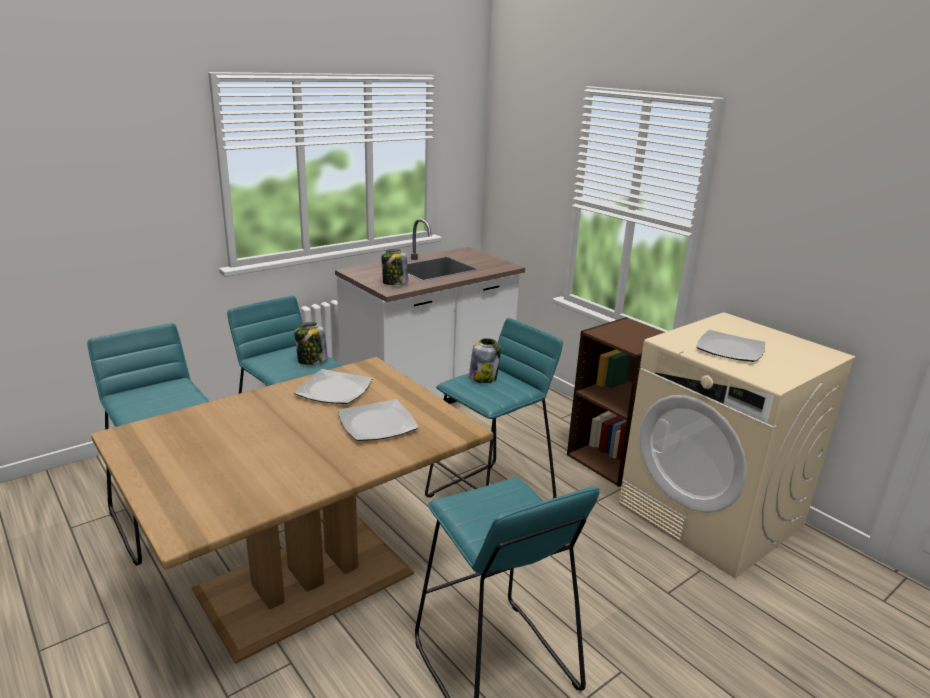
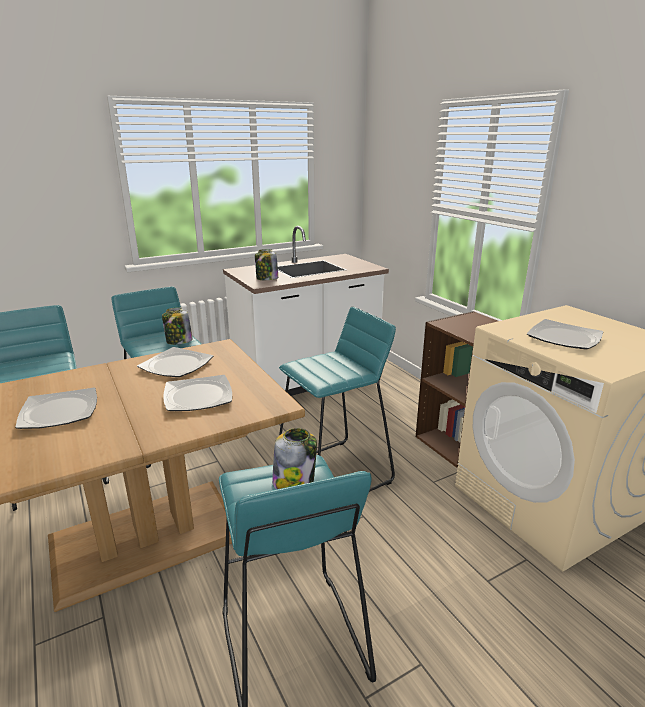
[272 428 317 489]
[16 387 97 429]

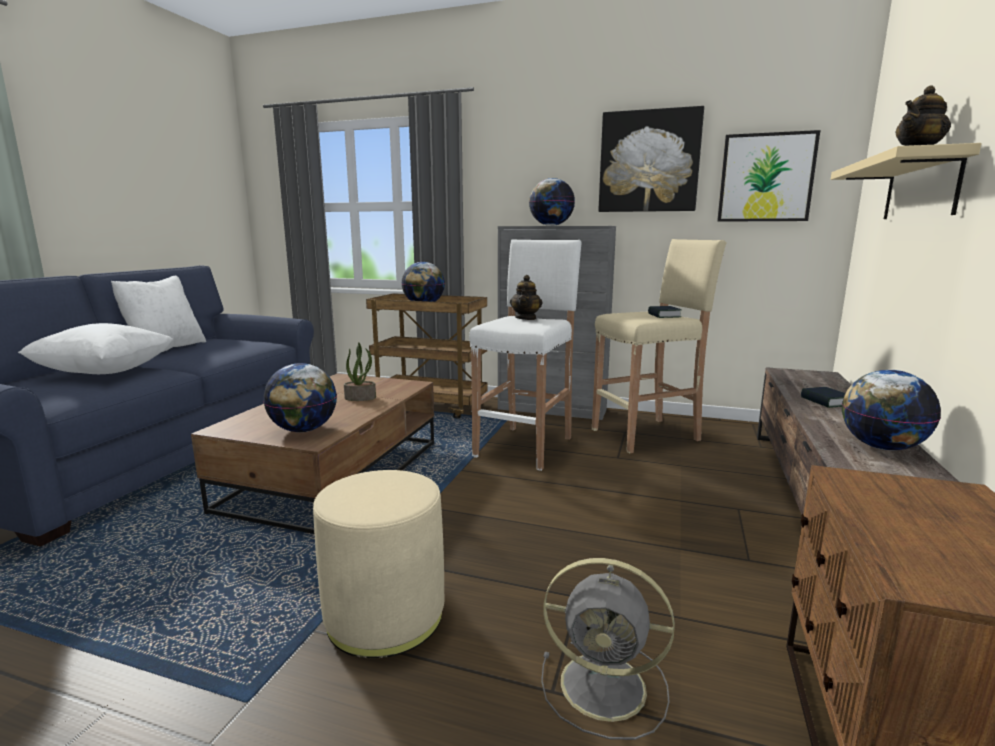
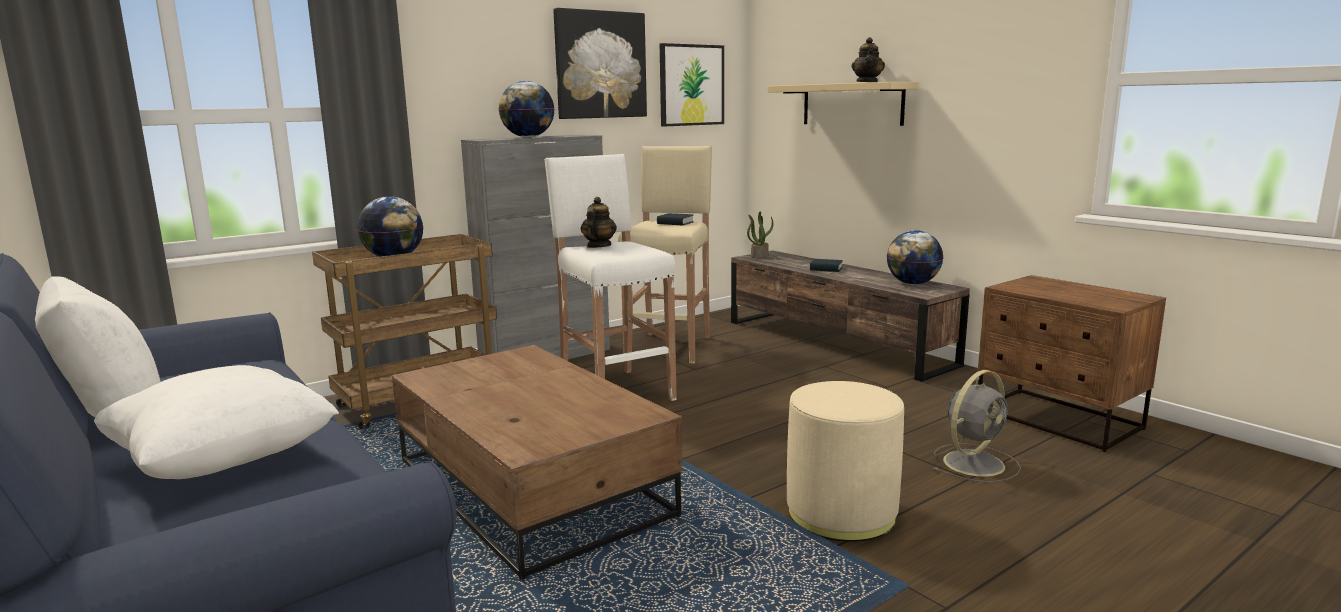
[263 363 337 432] (first image)
[747 211 773 258]
[581 197 617 248]

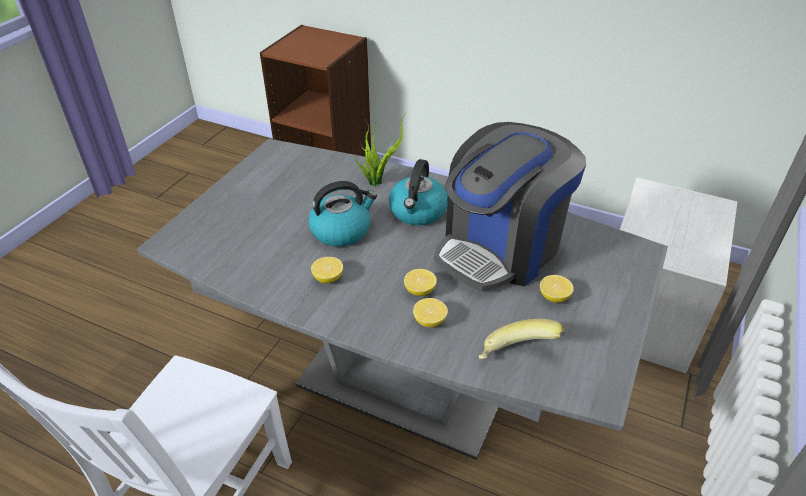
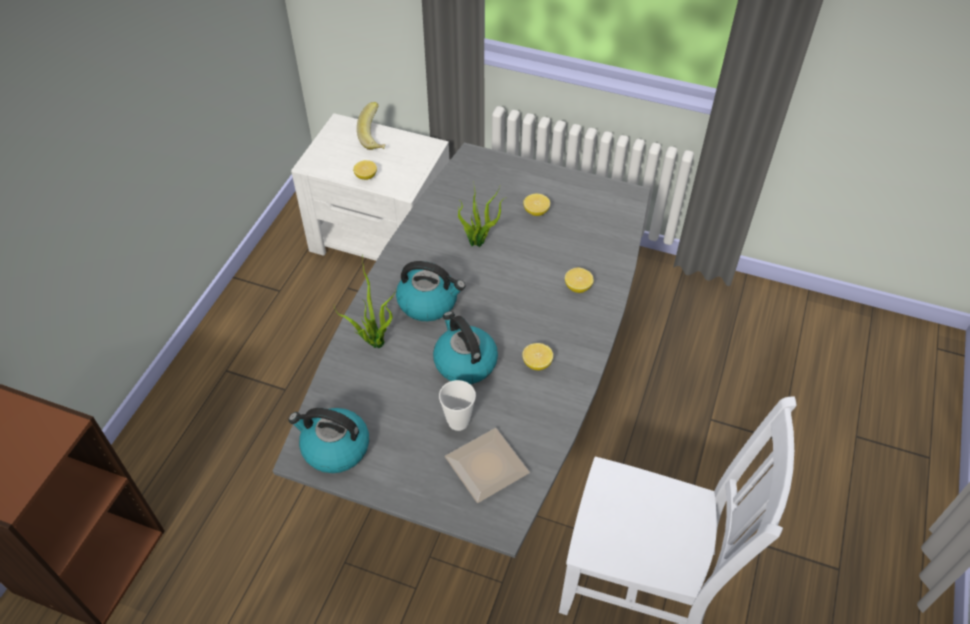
[353 160 377 180]
[458 181 507 247]
[357 102 385 150]
[288 408 369 473]
[439 380 476 431]
[445 428 530 503]

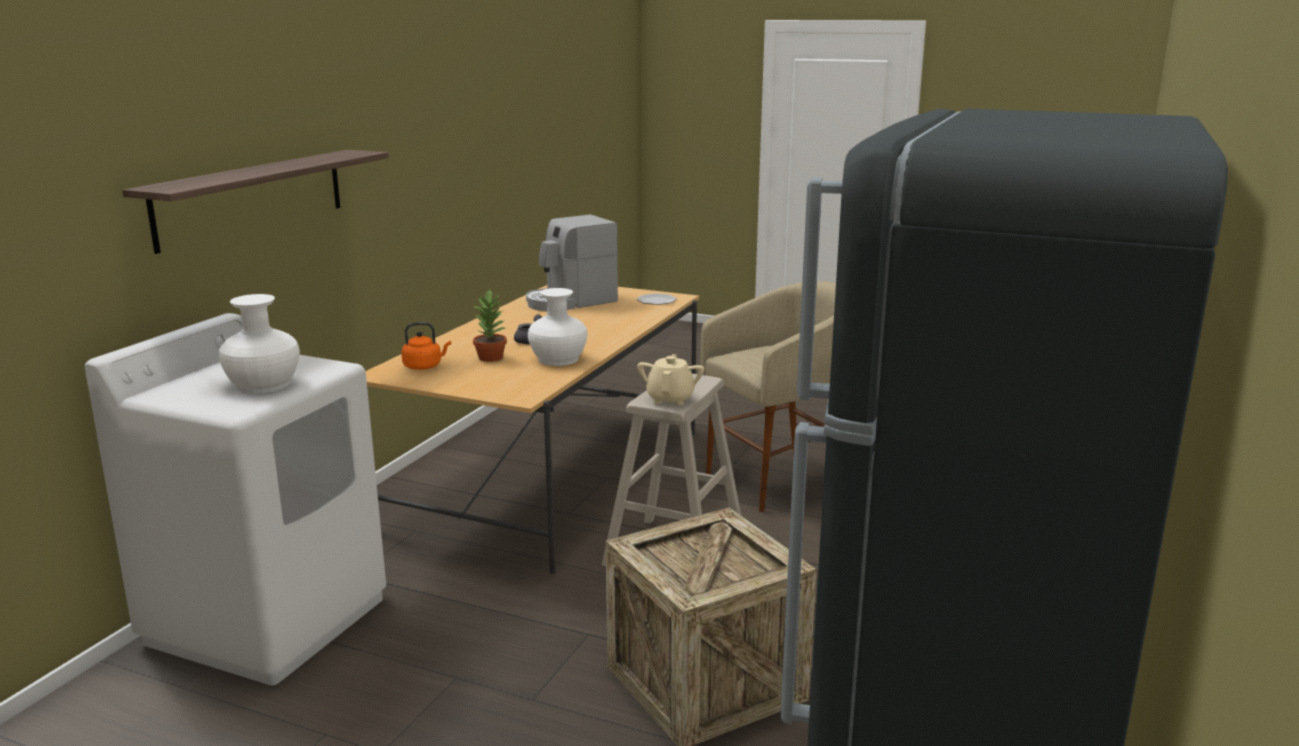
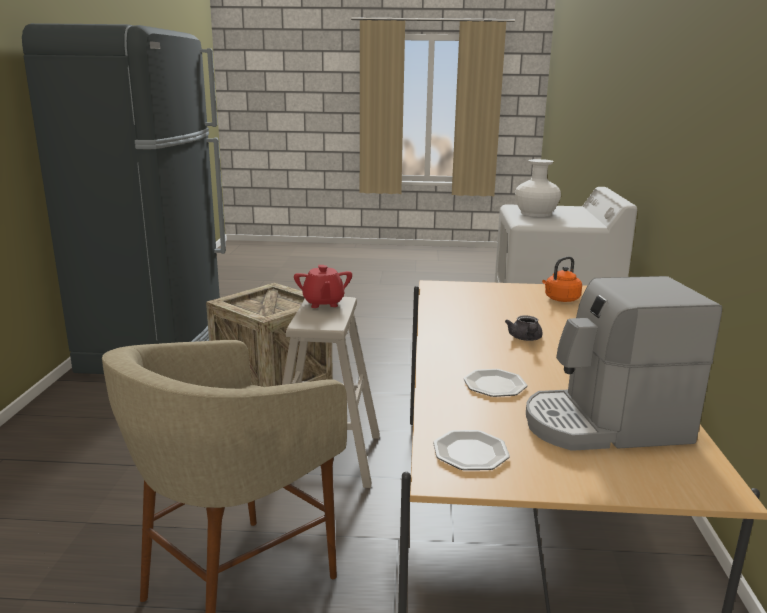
[122 150 389 254] (first image)
[473 289 507 362] (first image)
[526 276 722 451]
[528 288 588 366] (first image)
[294 265 352 308]
[463 369 527 397]

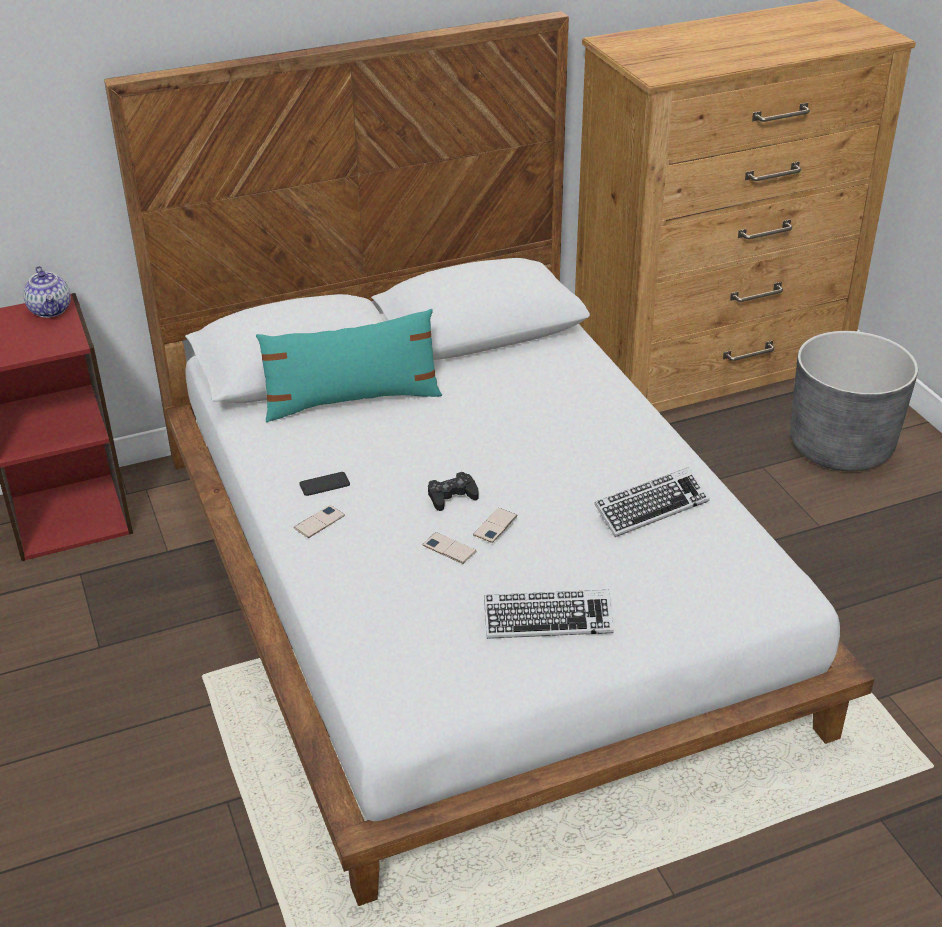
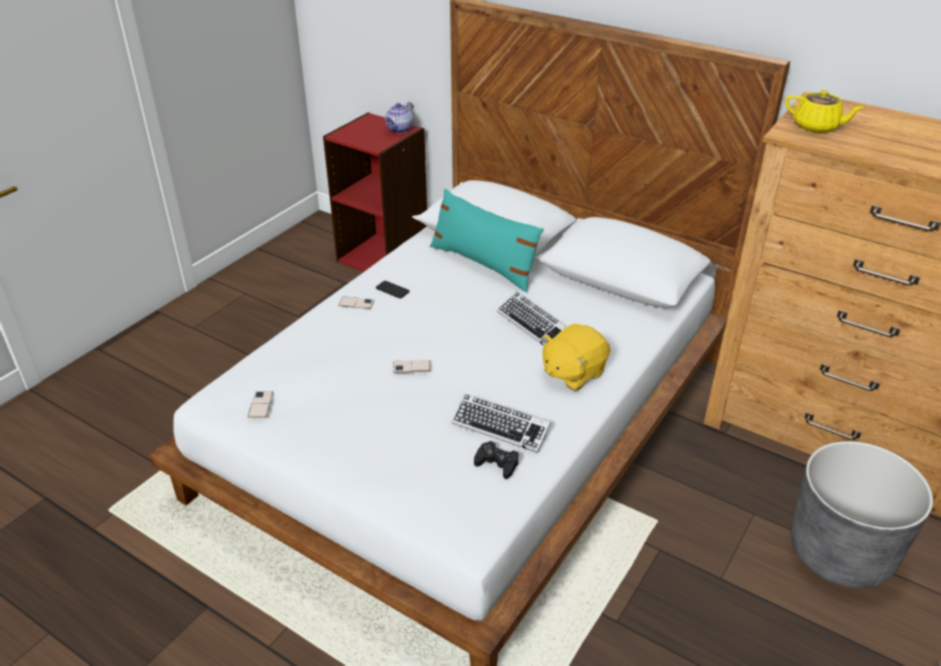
[248 391 273 418]
[474 441 519 479]
[497 292 567 346]
[542 323 610 391]
[785 90 865 133]

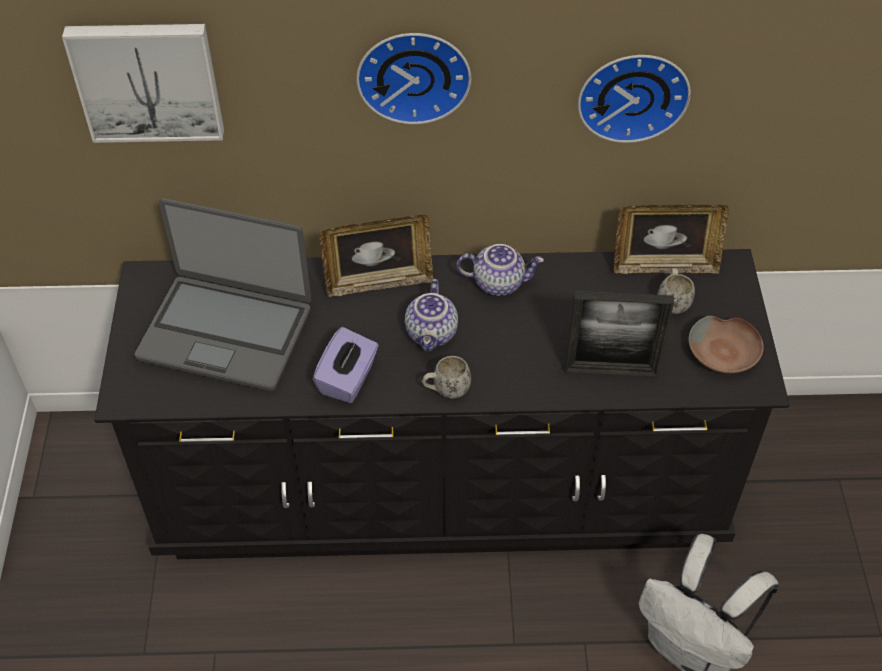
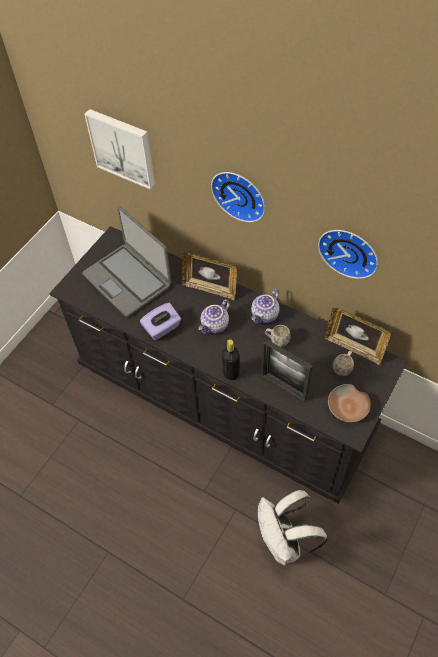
[265 325 290 347]
[251 289 280 324]
[222 339 240 380]

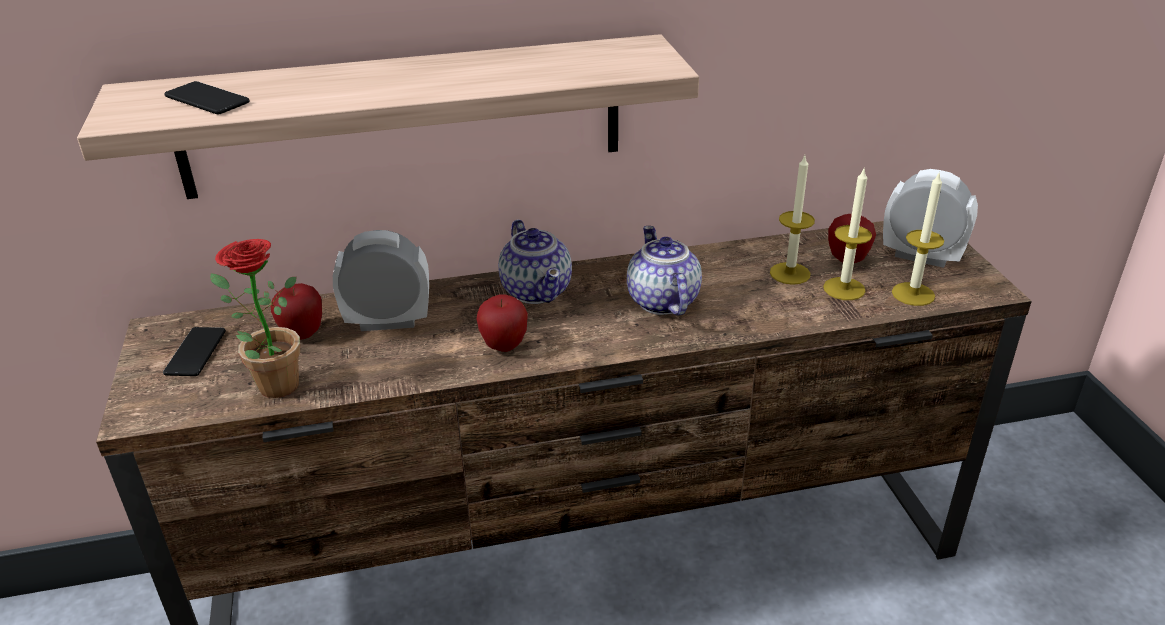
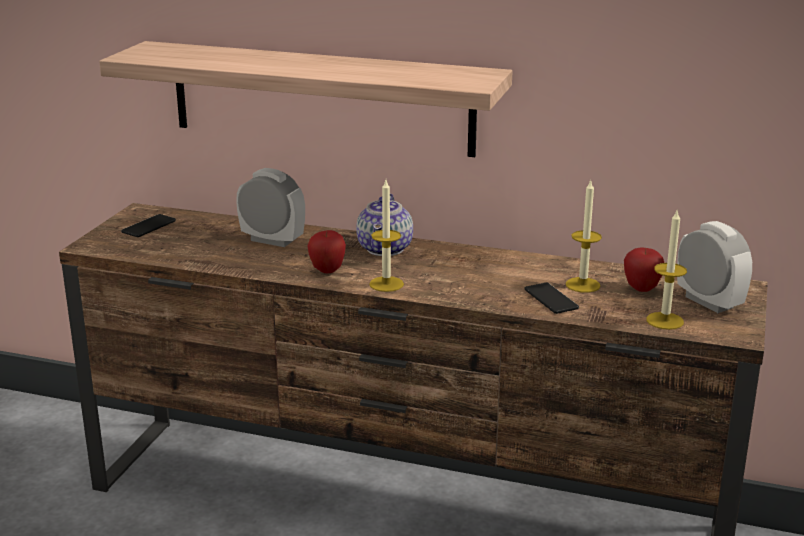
[524 283 579 314]
[210 239 300 398] (first image)
[271 283 322 339] (first image)
[627 226 702 316] (first image)
[369 180 404 292]

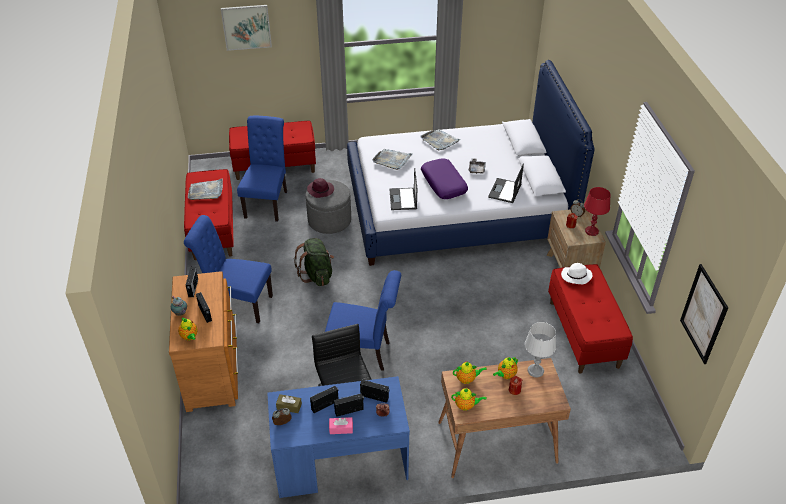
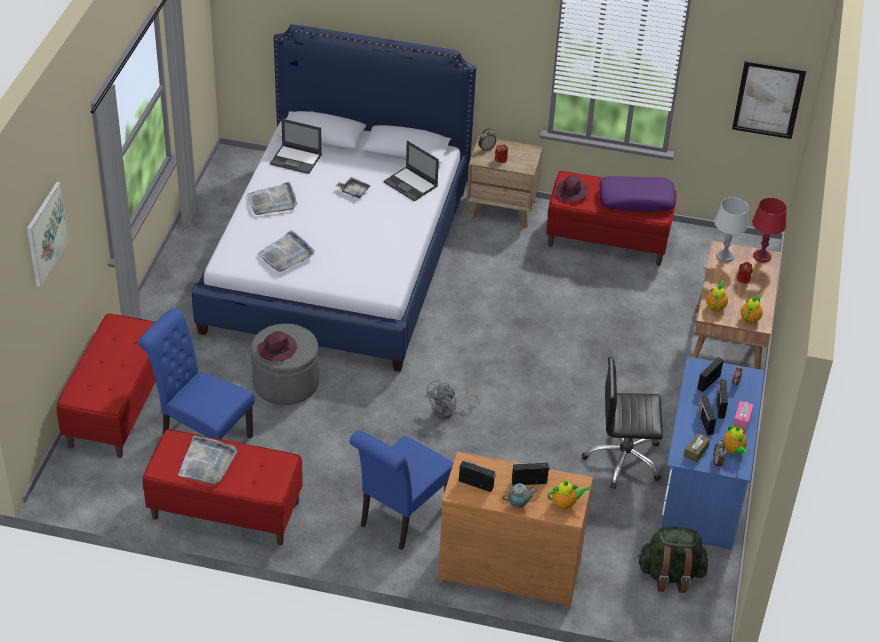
[637 527 709 593]
[325 270 401 371] (first image)
[270 119 322 174]
[599 176 676 212]
[723 424 748 455]
[555 175 588 202]
[752 198 787 263]
[424 379 479 419]

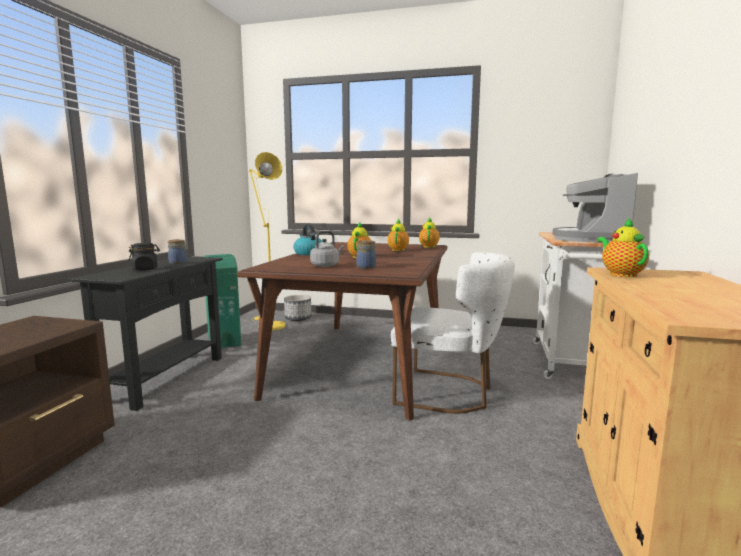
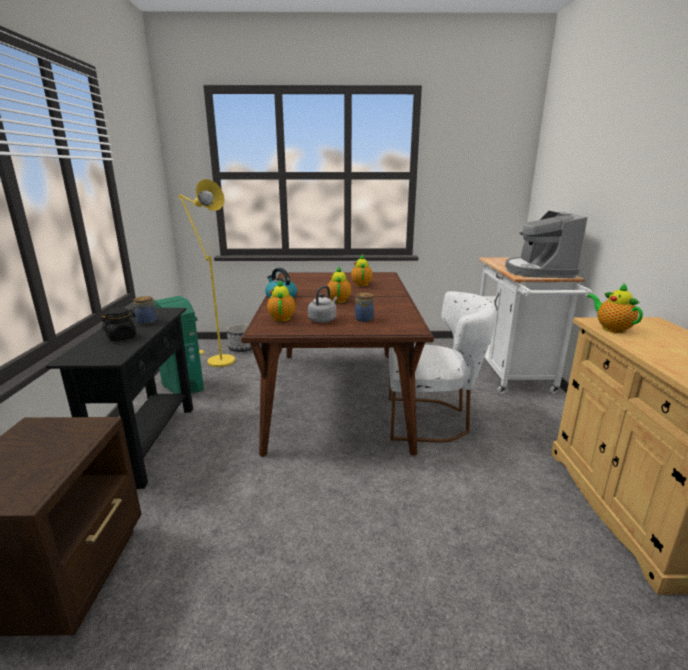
[267 280 295 322]

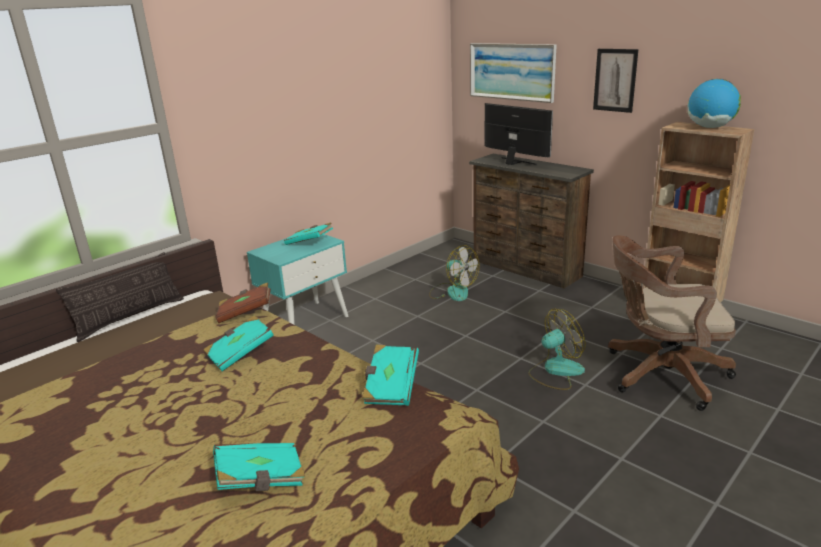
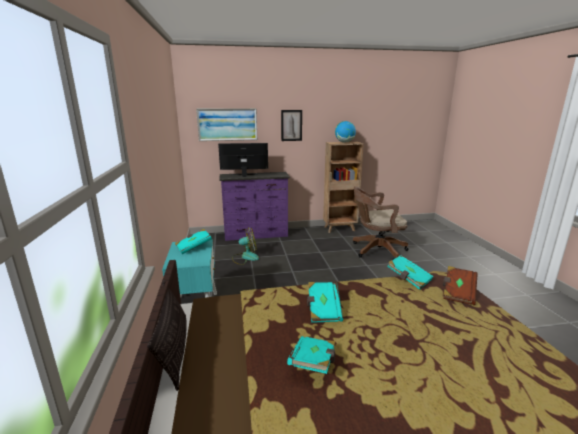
[287 336 336 374]
[443 266 478 305]
[219 172 290 241]
[528 309 586 390] (first image)
[353 186 408 260]

